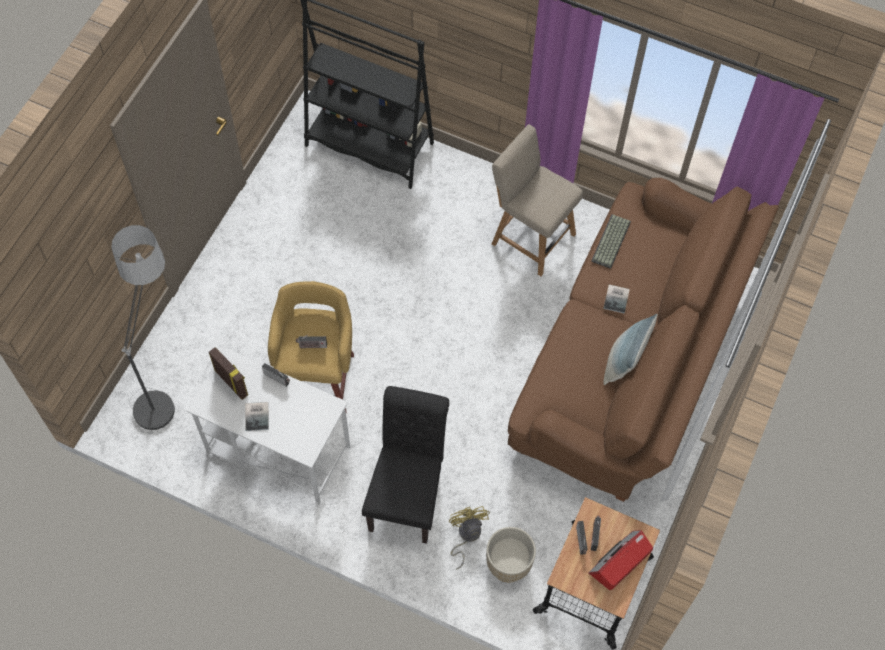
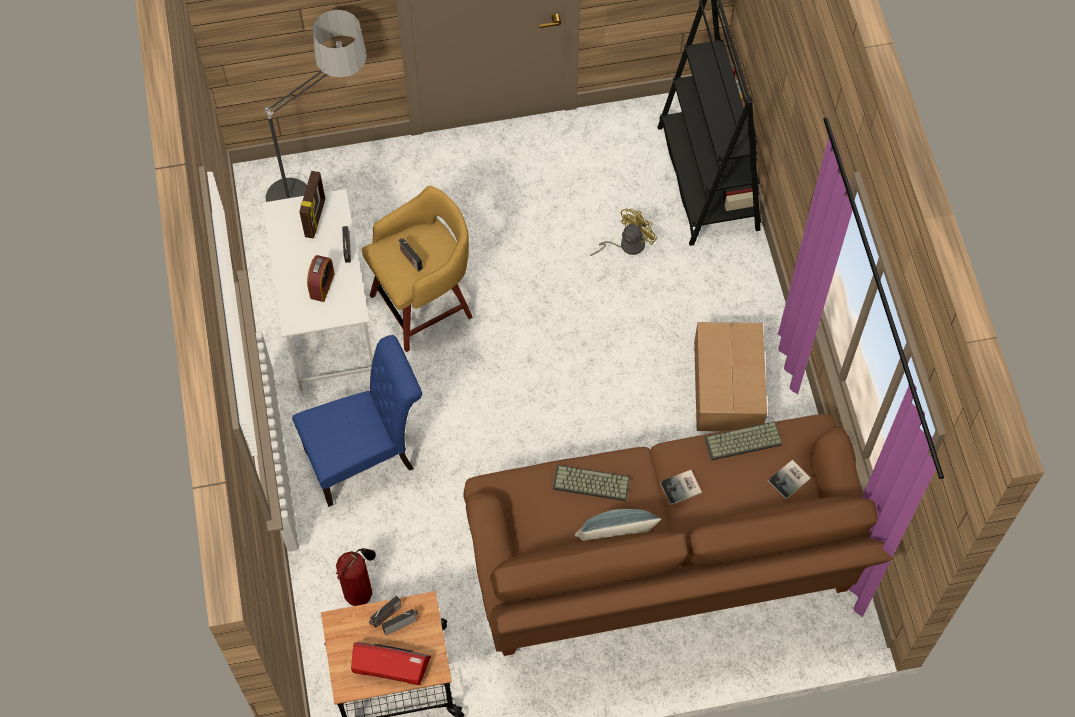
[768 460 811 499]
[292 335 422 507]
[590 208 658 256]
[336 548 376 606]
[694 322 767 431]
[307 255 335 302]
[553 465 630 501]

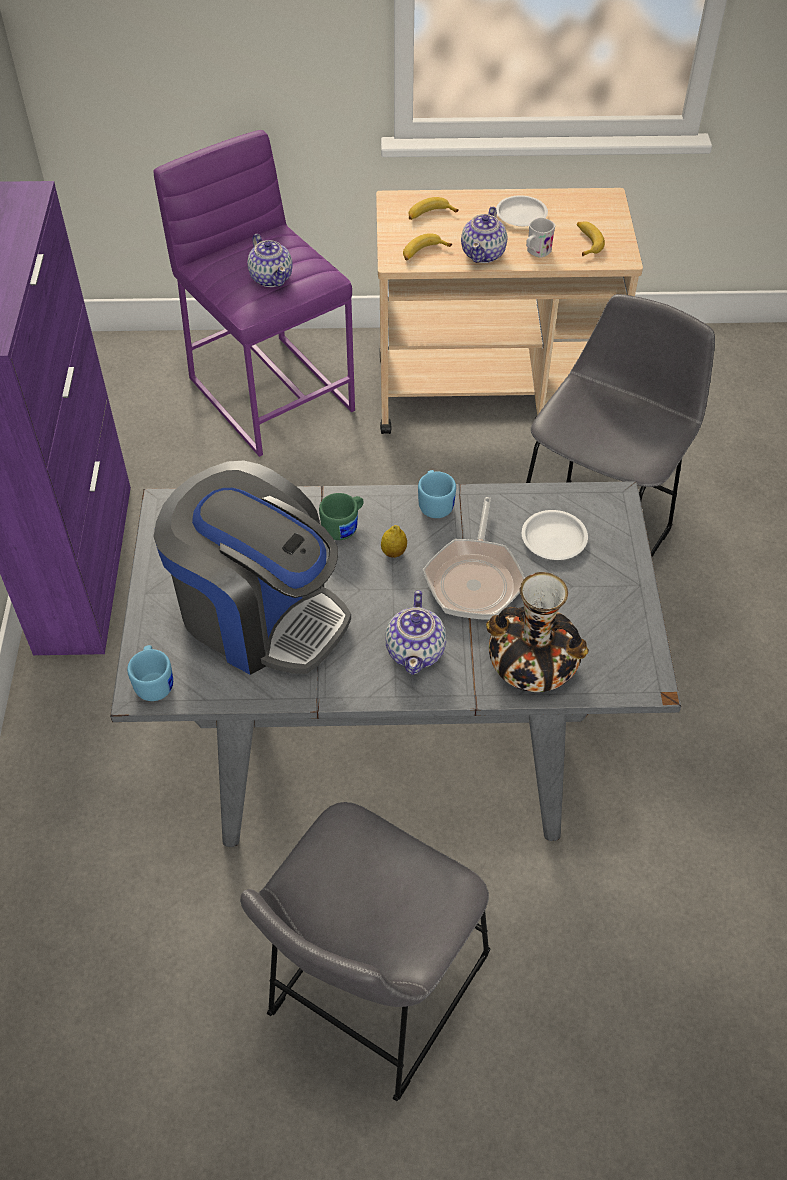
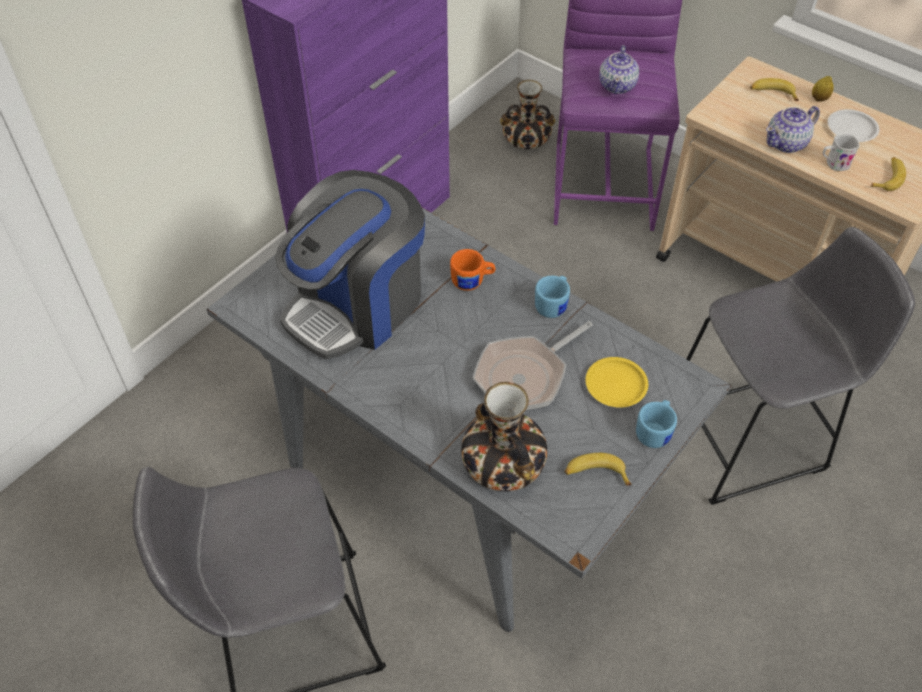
[636 400 677 448]
[275 170 425 359]
[450 249 495 291]
[812 76 834 102]
[385 590 447 675] (first image)
[564 453 632 486]
[585 357 648 408]
[500 80 556 149]

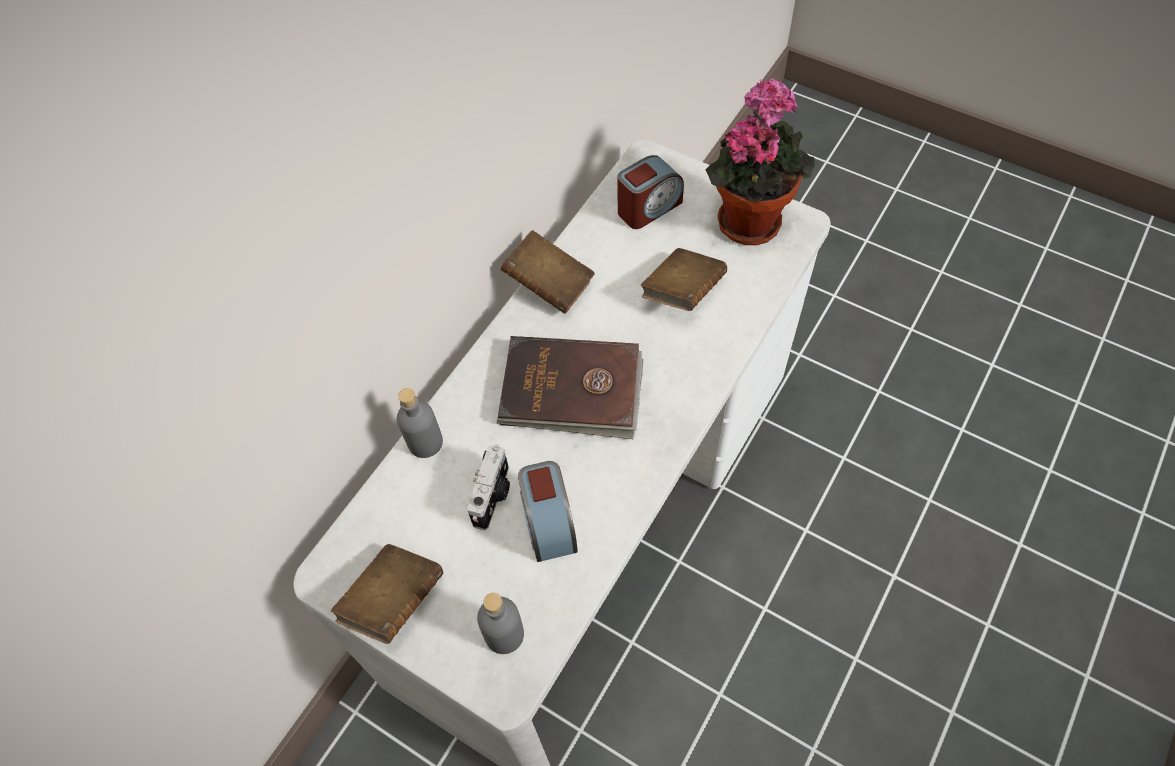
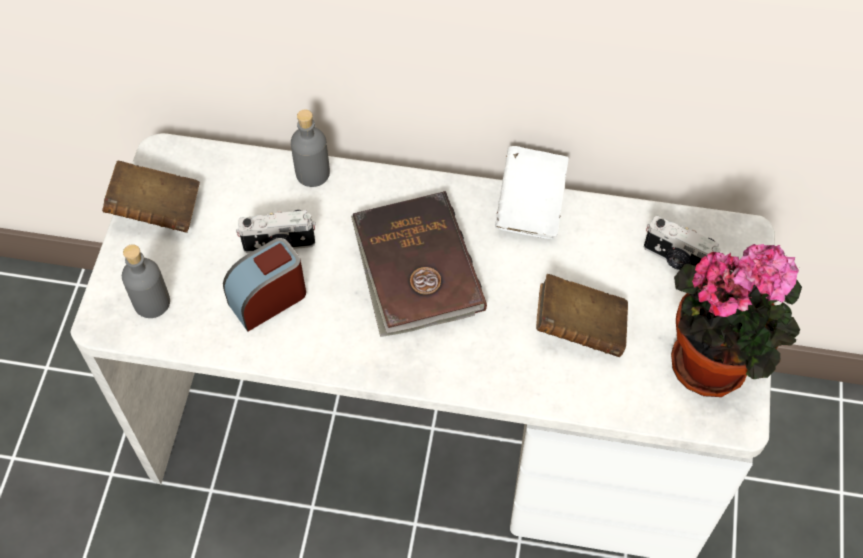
[495 146 569 239]
[644 216 721 270]

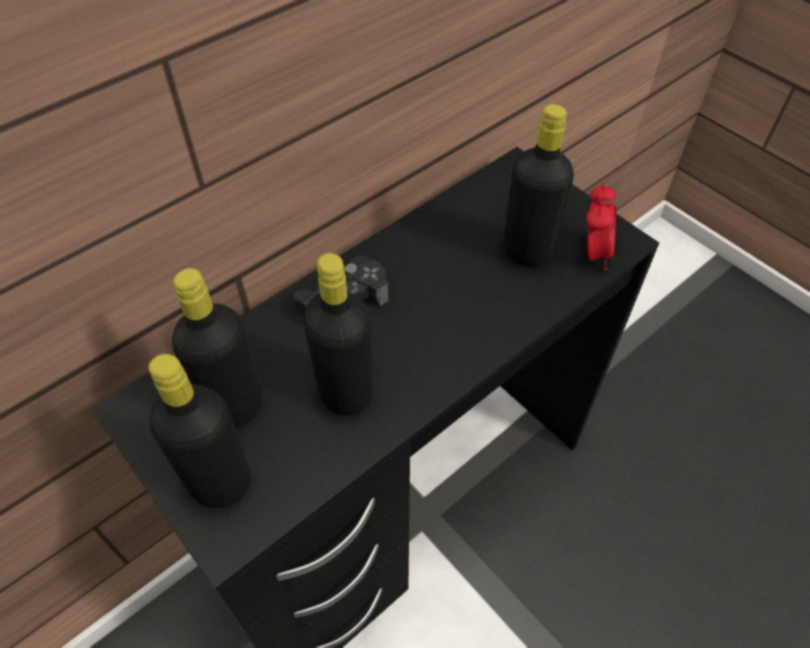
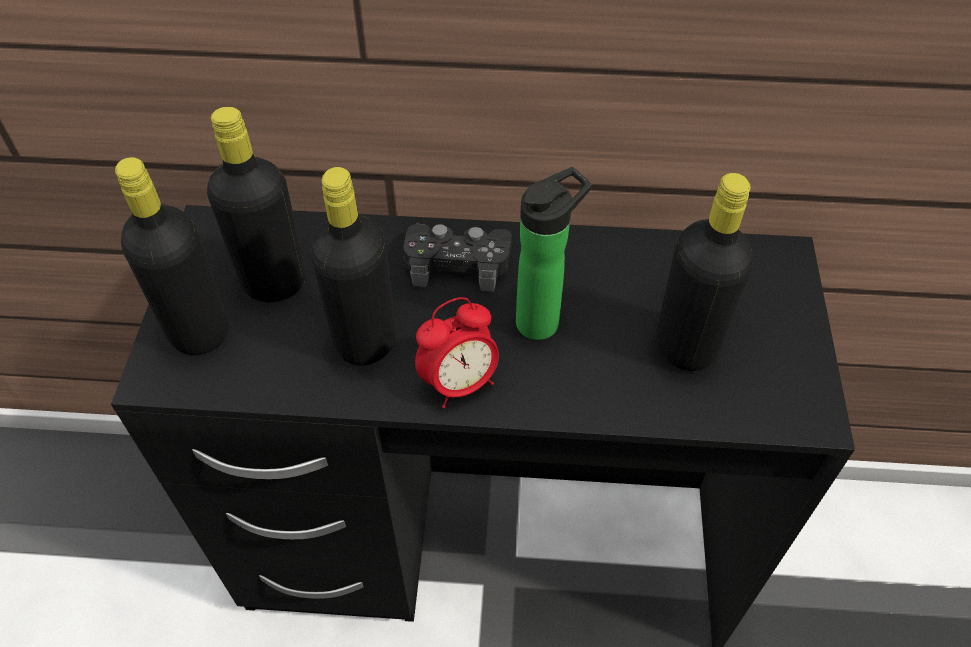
[415 297 499 408]
[516 167 591 340]

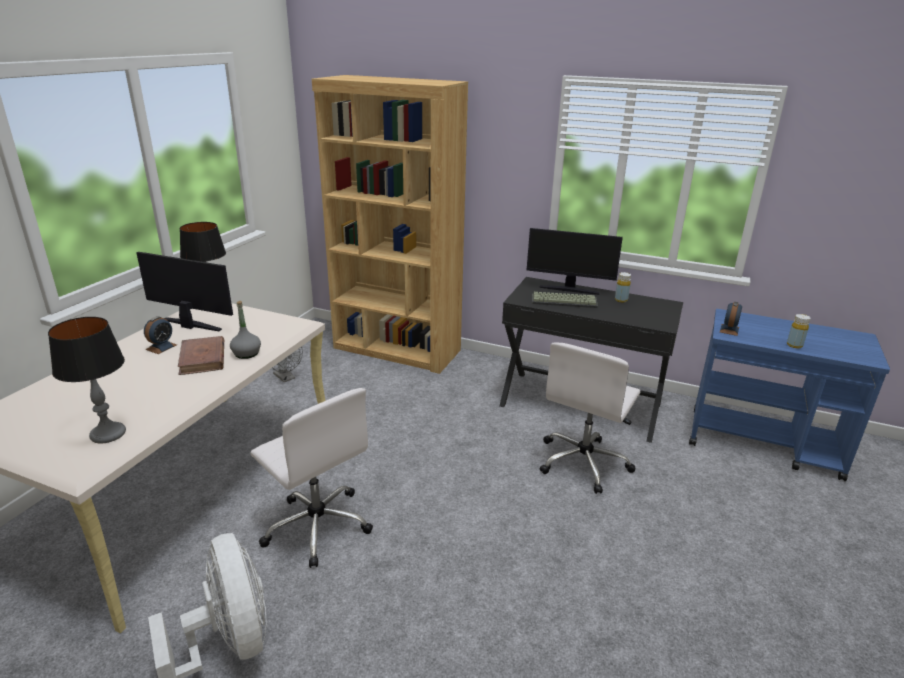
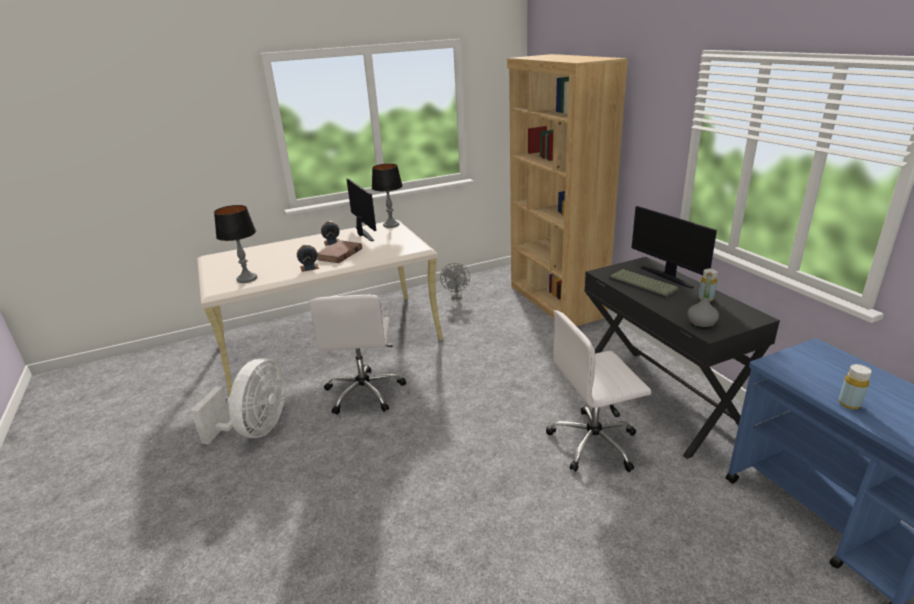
[687 272 719 329]
[297 244 319 272]

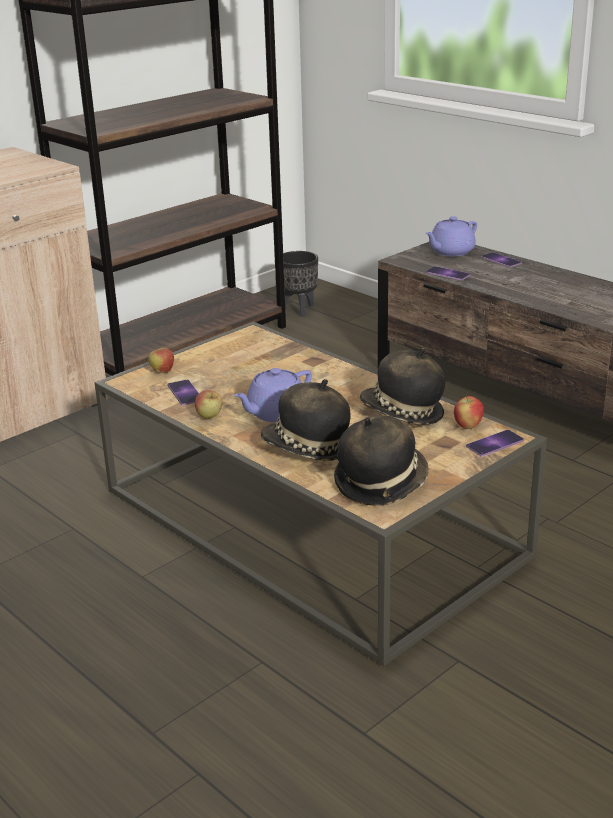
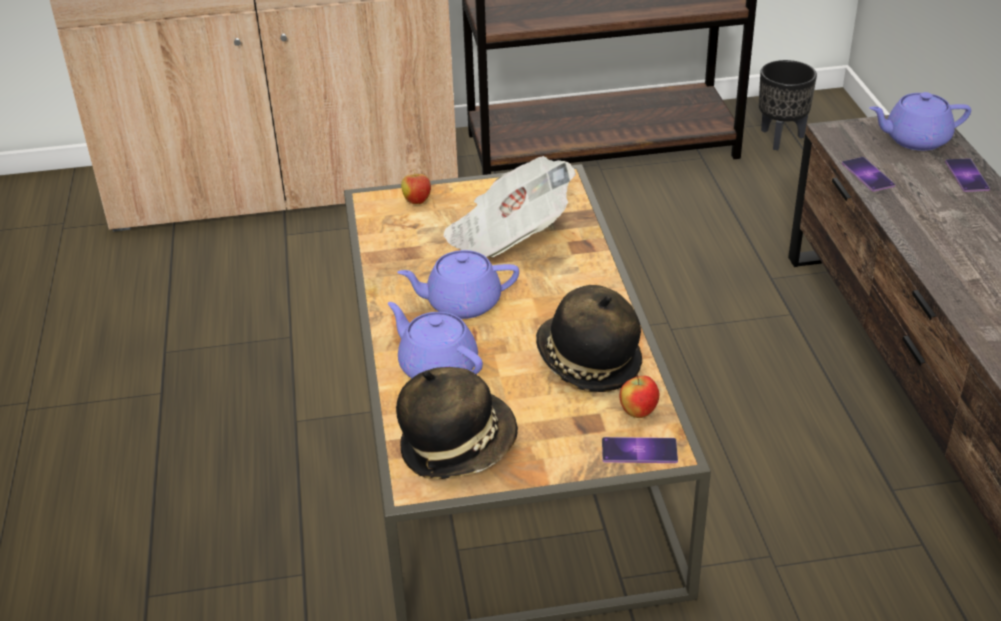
[167 380 199 405] (first image)
[195 390 223 419] (first image)
[388 302 483 378]
[443 156 576 257]

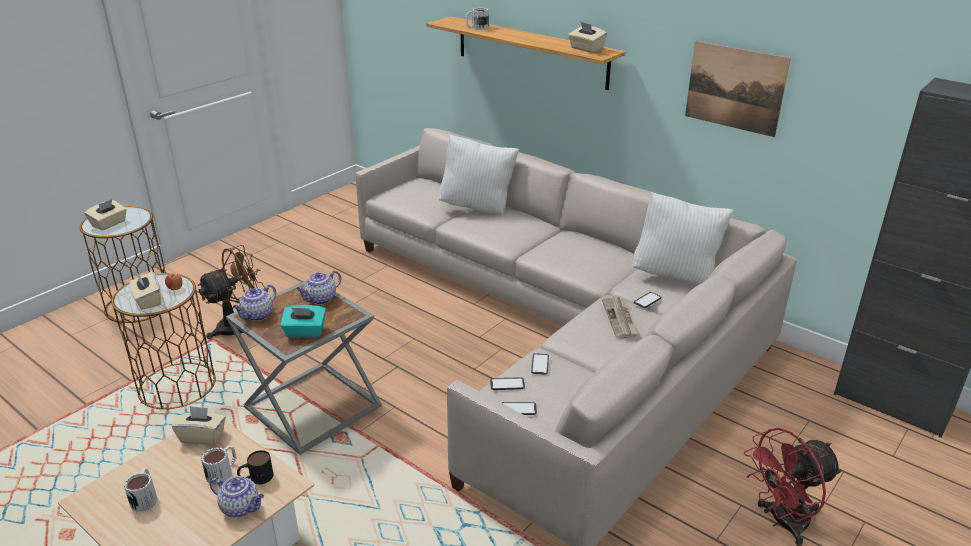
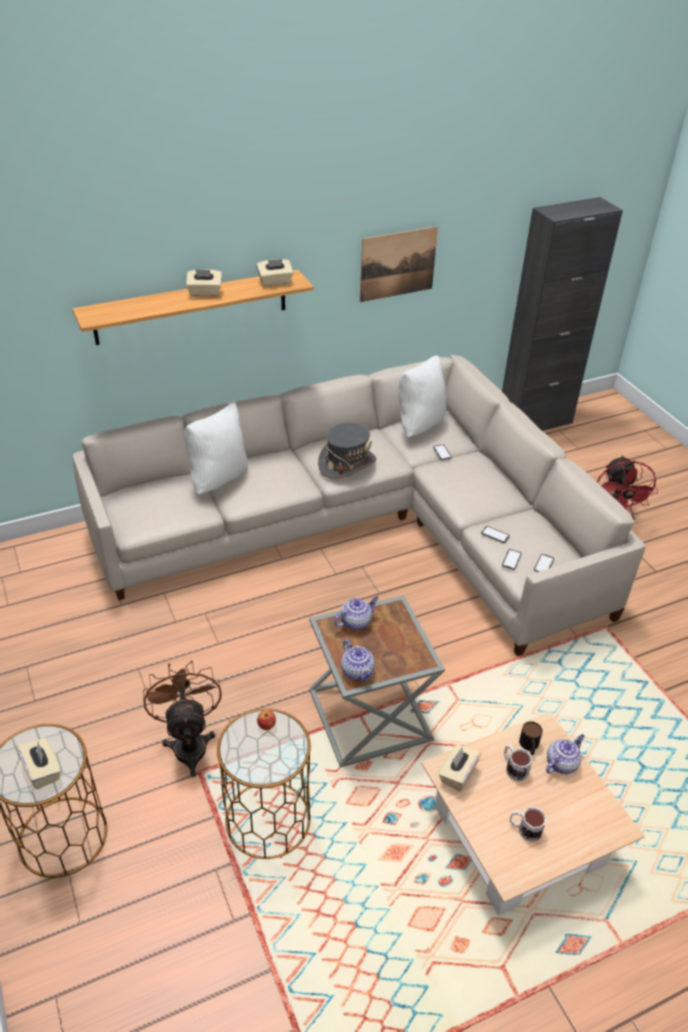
[186 269 222 296]
[280 305 326 338] (first image)
[334 596 378 630]
[466 8 489 30] (first image)
[602 296 639 338] (first image)
[318 423 376 479]

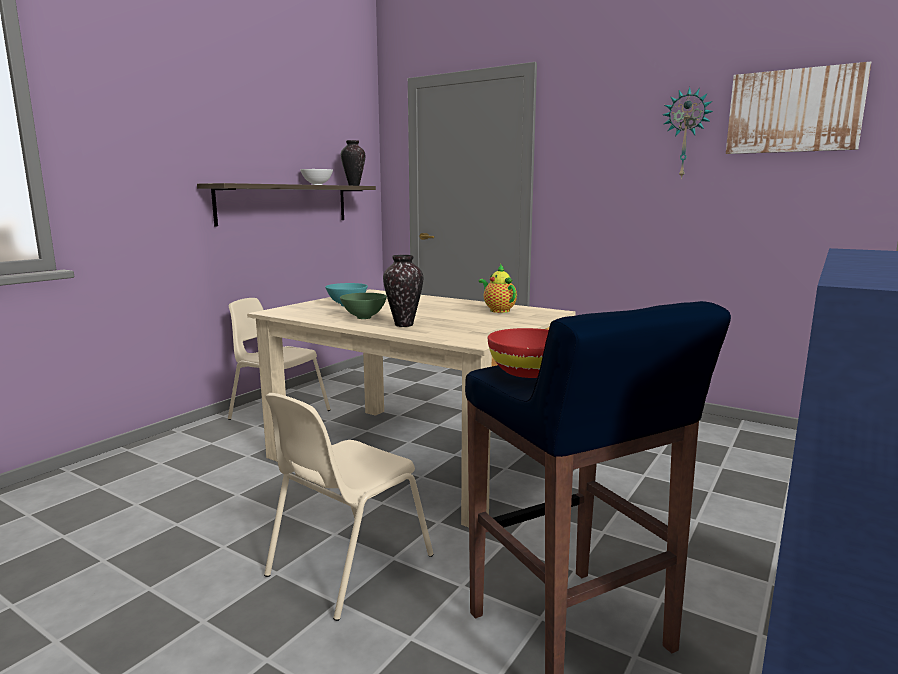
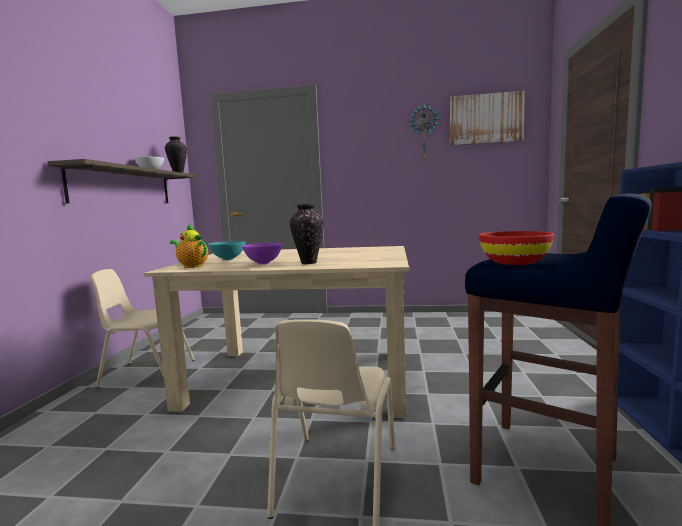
[242 243 283 264]
[170 224 208 268]

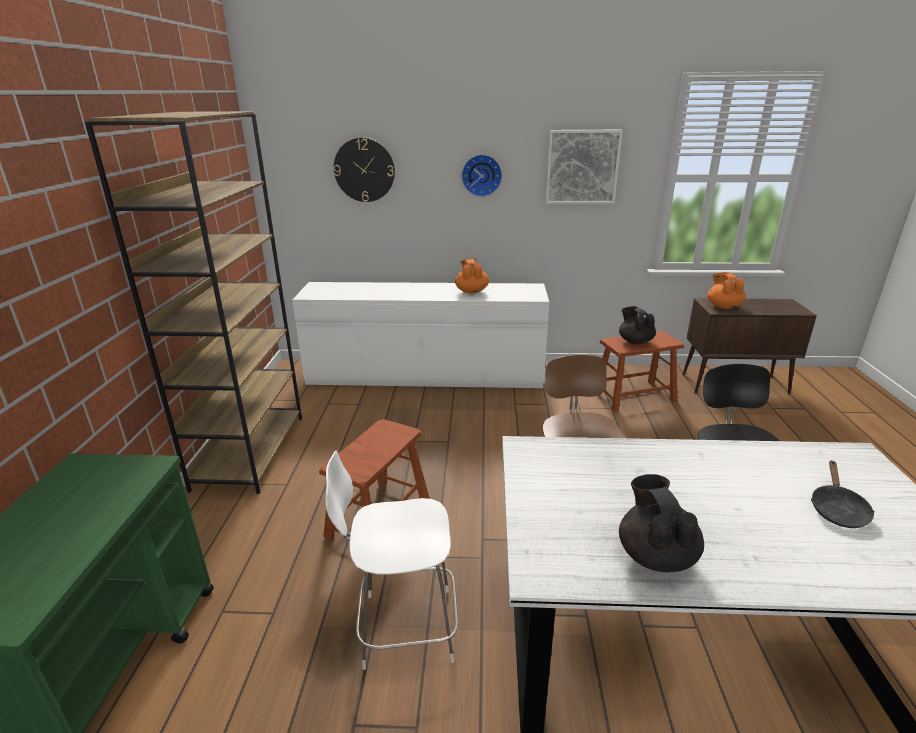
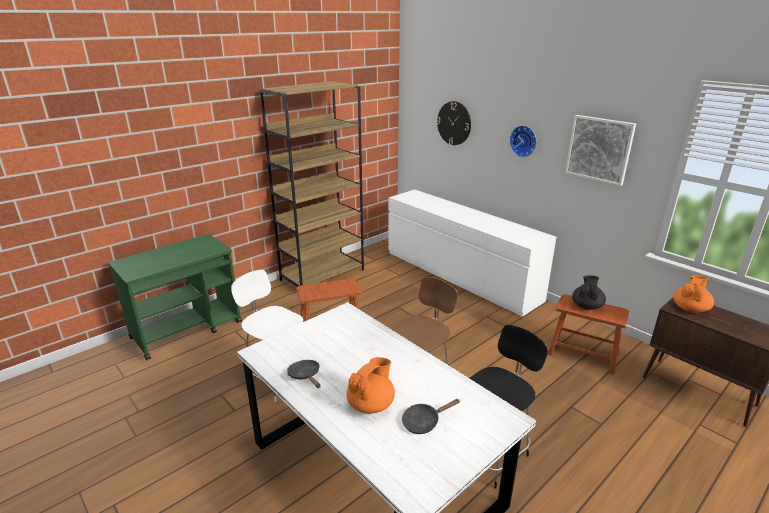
[346 357 395 414]
[287 360 321 388]

